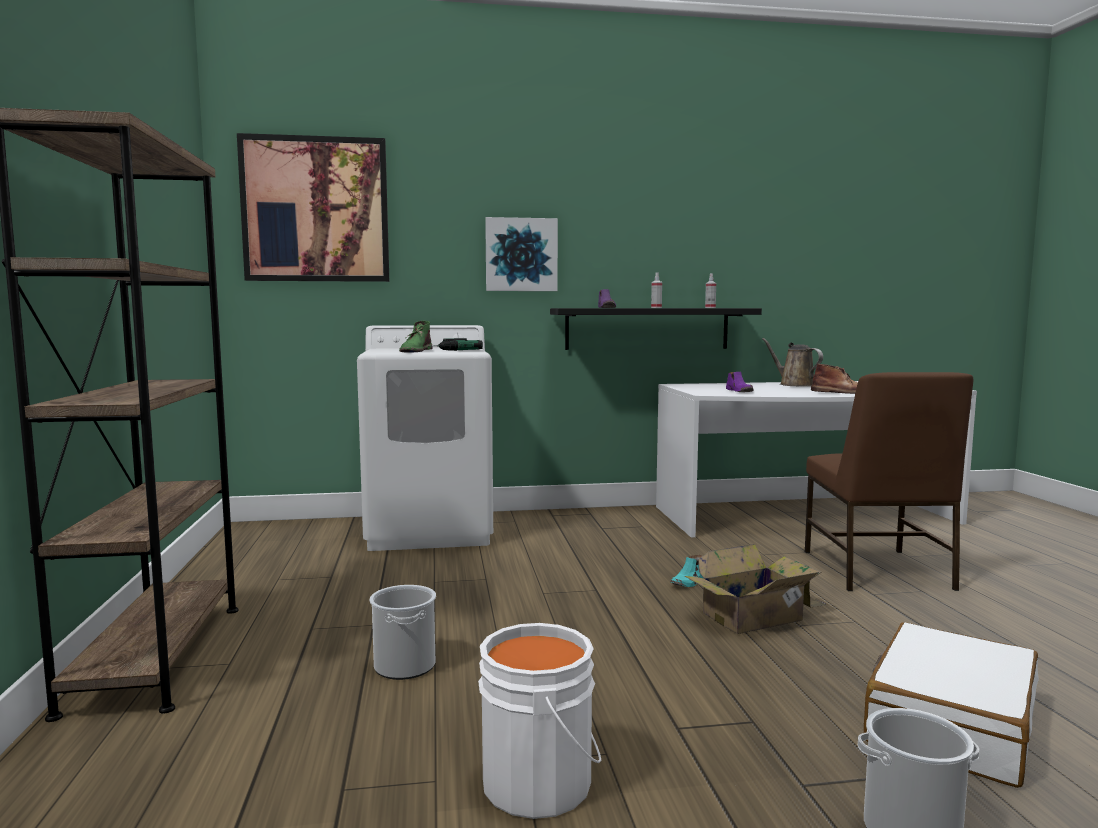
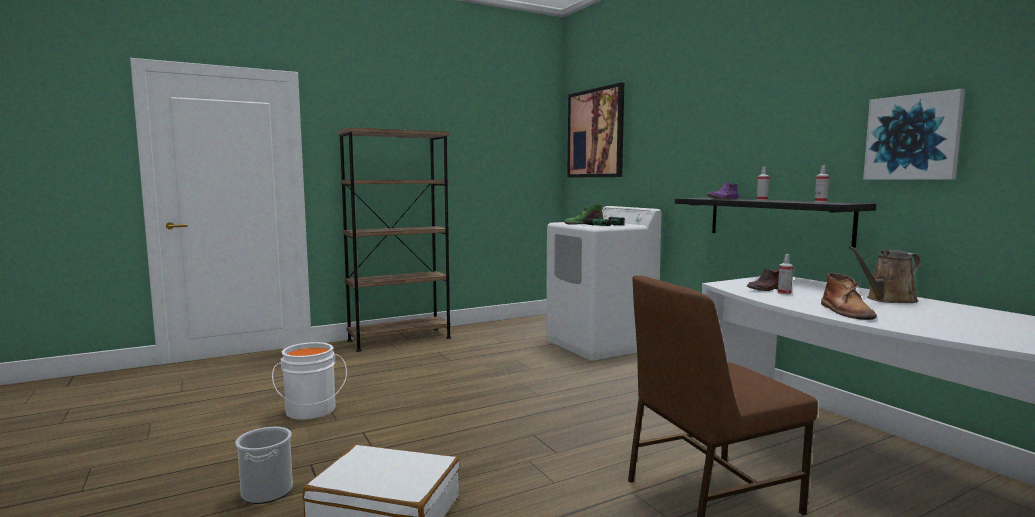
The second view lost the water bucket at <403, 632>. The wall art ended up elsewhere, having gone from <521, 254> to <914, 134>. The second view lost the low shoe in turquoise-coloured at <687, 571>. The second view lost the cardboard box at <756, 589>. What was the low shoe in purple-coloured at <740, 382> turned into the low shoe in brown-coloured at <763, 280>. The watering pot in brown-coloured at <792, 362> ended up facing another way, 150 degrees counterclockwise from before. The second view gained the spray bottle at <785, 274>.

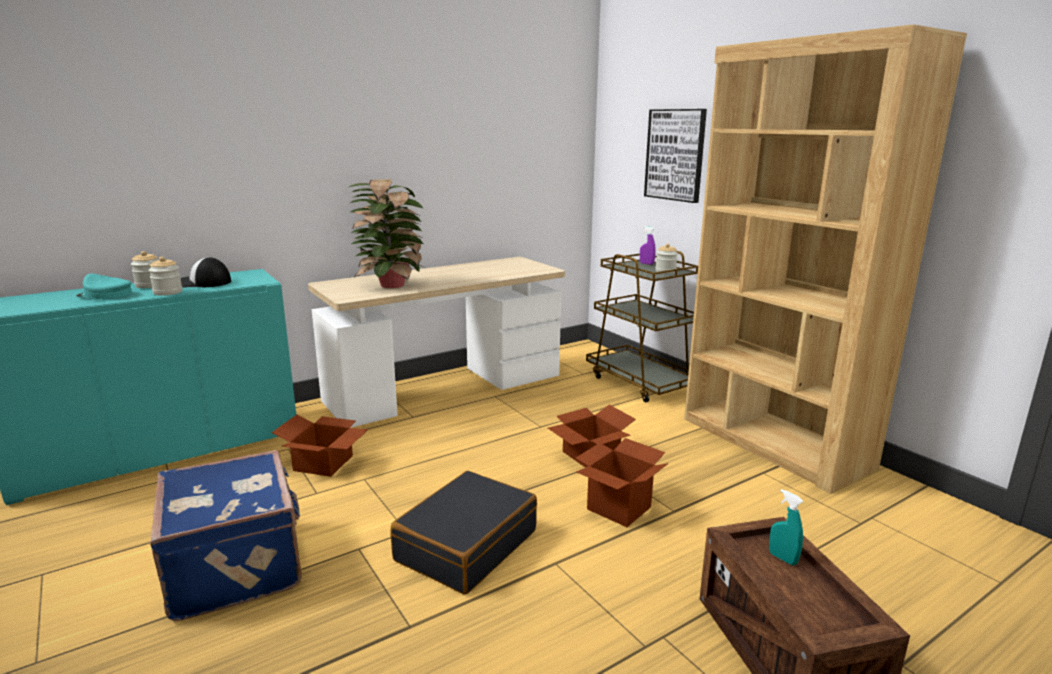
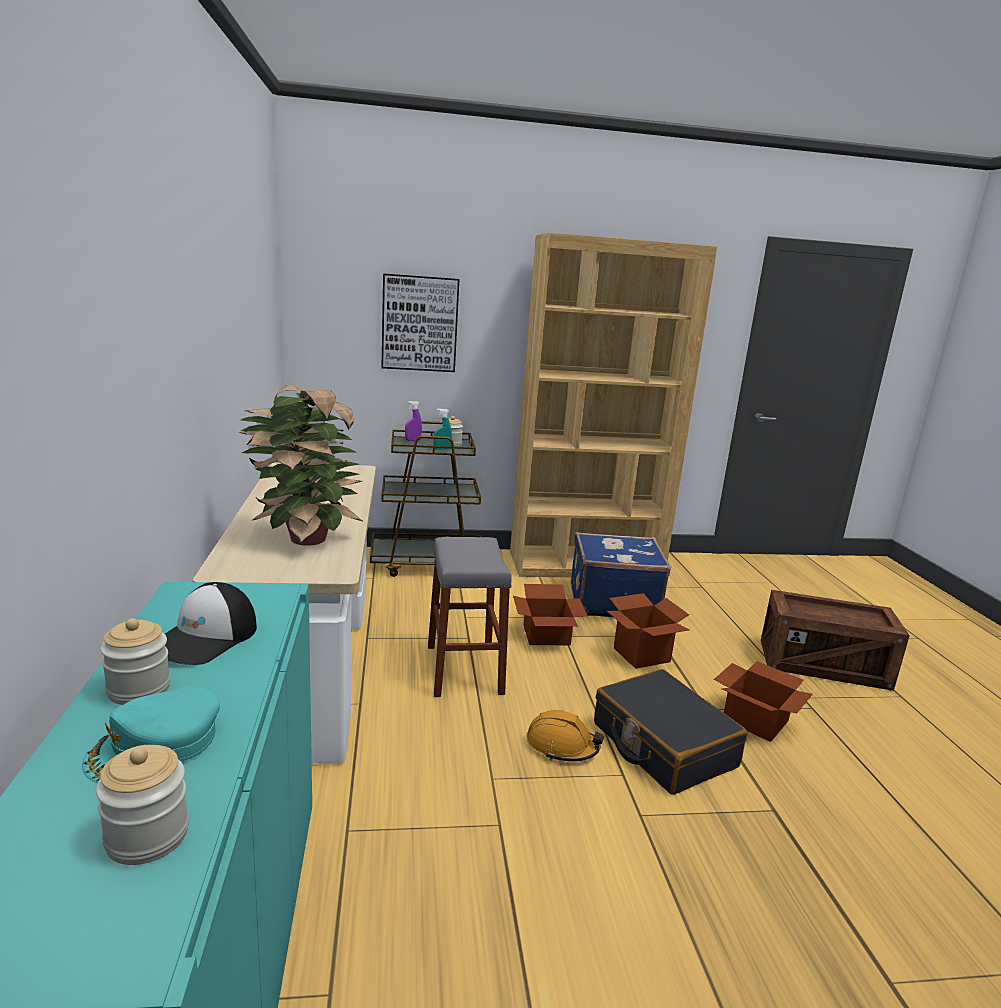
The jar ended up elsewhere, having gone from <166, 276> to <142, 805>. The piece of luggage in blue ended up elsewhere, having gone from <226, 535> to <621, 574>. The cardboard box ended up elsewhere, having gone from <320, 446> to <763, 701>. The spray bottle in turquoise-coloured ended up elsewhere, having gone from <786, 527> to <443, 429>. The second view gained the stool seat in grey at <470, 617>. The second view gained the safety helmet in orangey at <565, 736>.

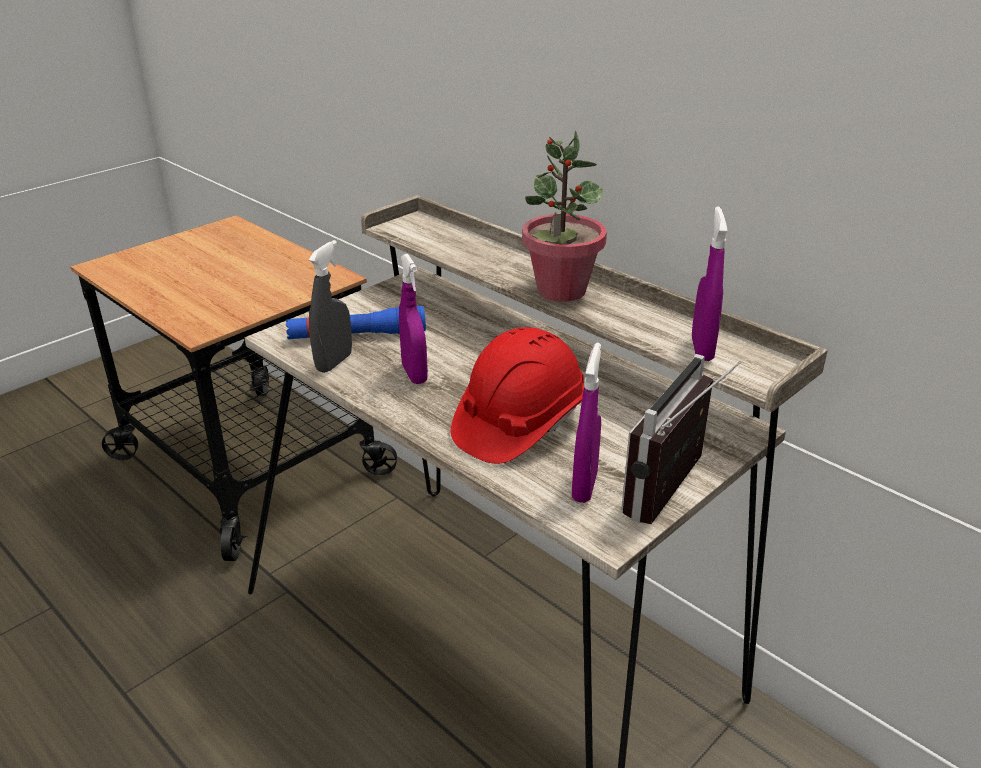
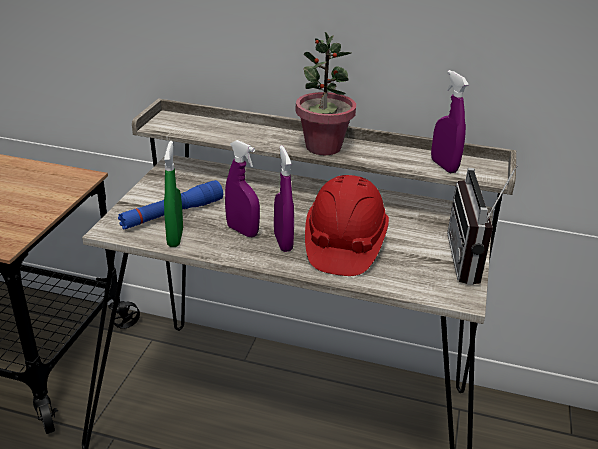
What was the spray bottle in grey at <330, 306> turned into the spray bottle in green-coloured at <173, 194>. The spray bottle in purple-coloured ended up elsewhere, having gone from <586, 423> to <284, 199>.

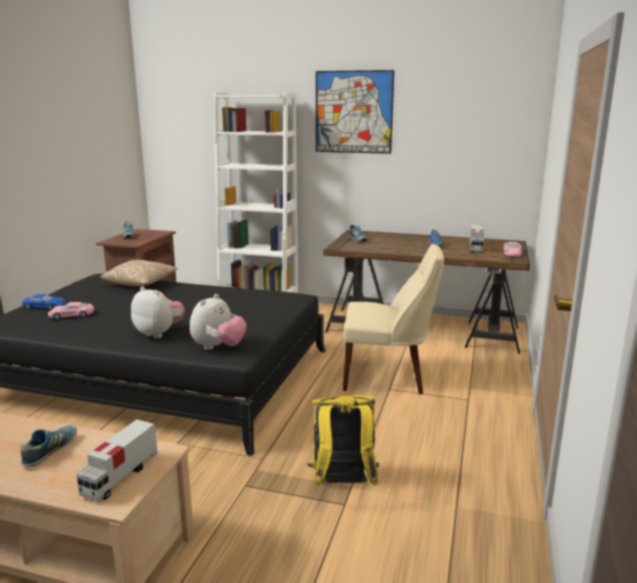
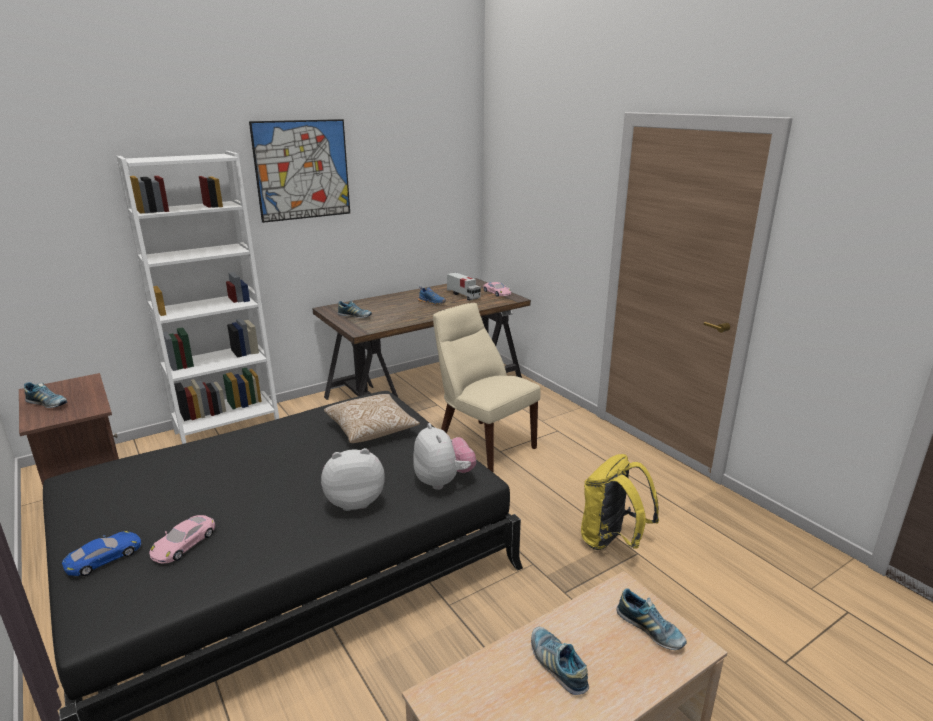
Where the toy truck stood at <117, 460>, the low shoe came to stand at <651, 619>. The cushion ended up elsewhere, having gone from <139, 273> to <372, 418>. The upright chair in sand-coloured at <393, 319> ended up facing another way, 90 degrees counterclockwise from before.

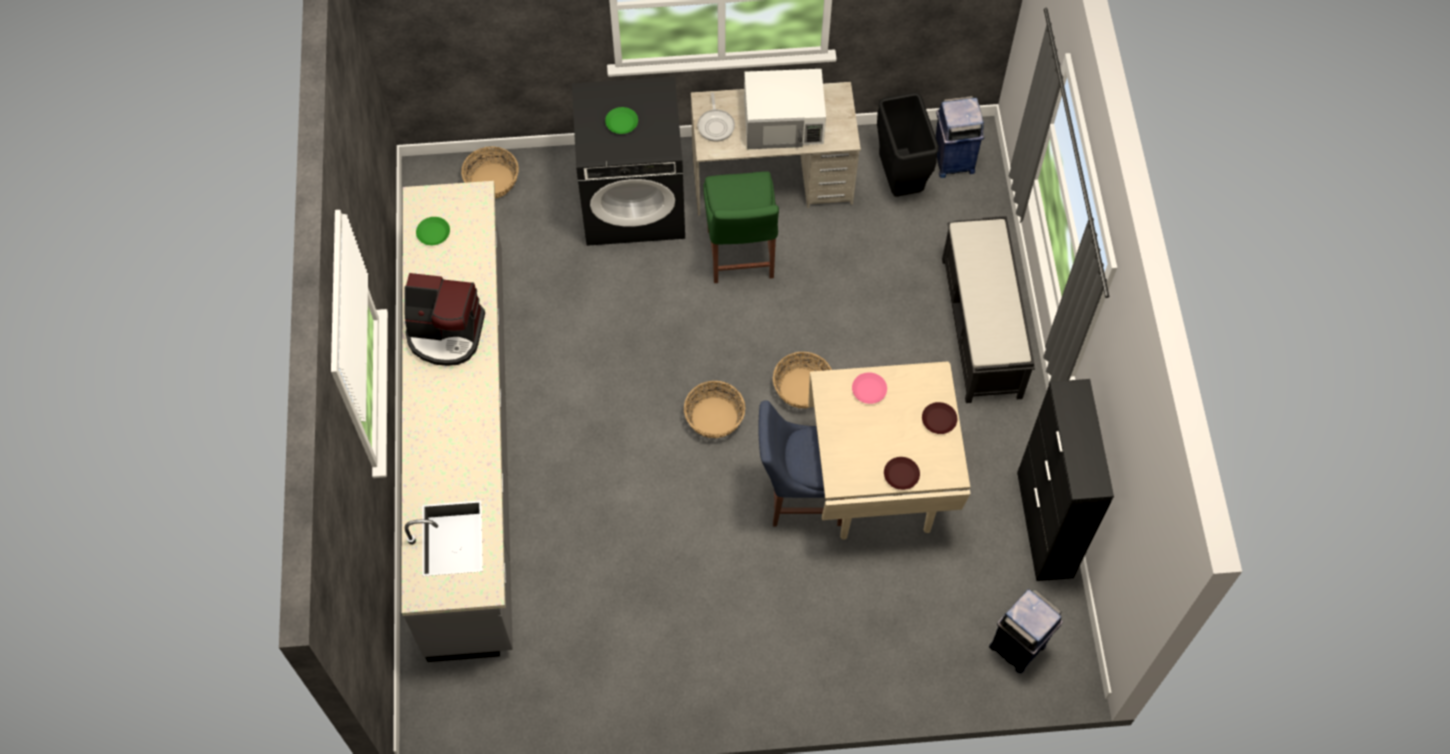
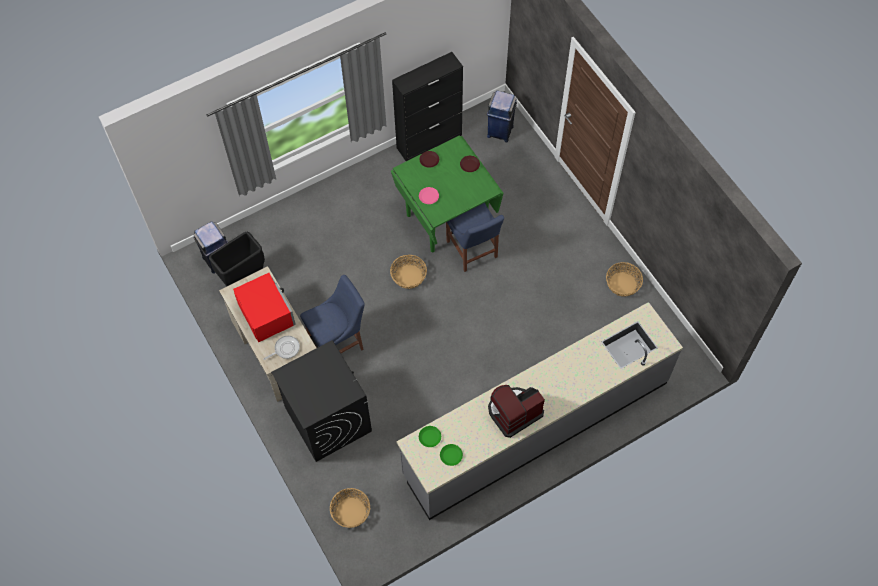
The coffee maker at <444, 319> ended up facing another way, 105 degrees counterclockwise from before. The plate in green-coloured ended up elsewhere, having gone from <621, 120> to <430, 436>. The storage basket ended up elsewhere, having gone from <714, 409> to <624, 279>. What was the upright chair in green-coloured at <741, 227> turned into the upright chair in blue at <332, 314>. What was the kitchen microwave in white at <785, 109> turned into the kitchen microwave in reddish at <264, 307>. What was the dining table in sand-coloured at <889, 450> turned into the dining table in green-coloured at <447, 193>. The second view lost the bench in black-coloured at <988, 309>.

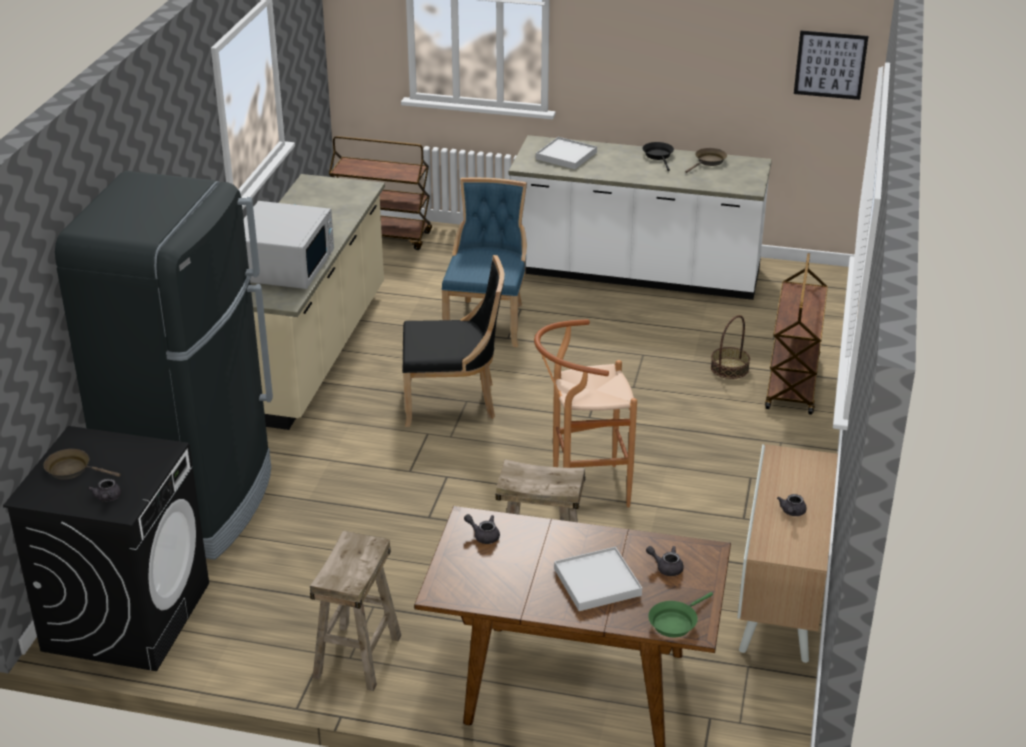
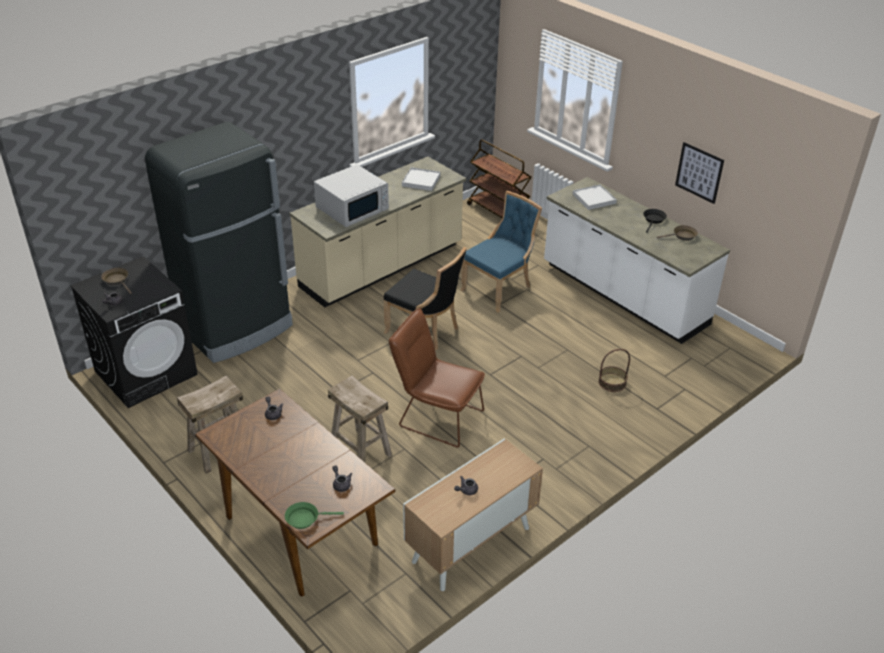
Where the stool seat in brown-coloured stood at <585, 413>, the upright chair in brown-coloured came to stand at <437, 377>. The tray in white ended up elsewhere, having gone from <598, 579> to <421, 179>. The second view lost the cart in brown-coloured at <796, 334>. The wall art ended up elsewhere, having gone from <831, 65> to <699, 173>.

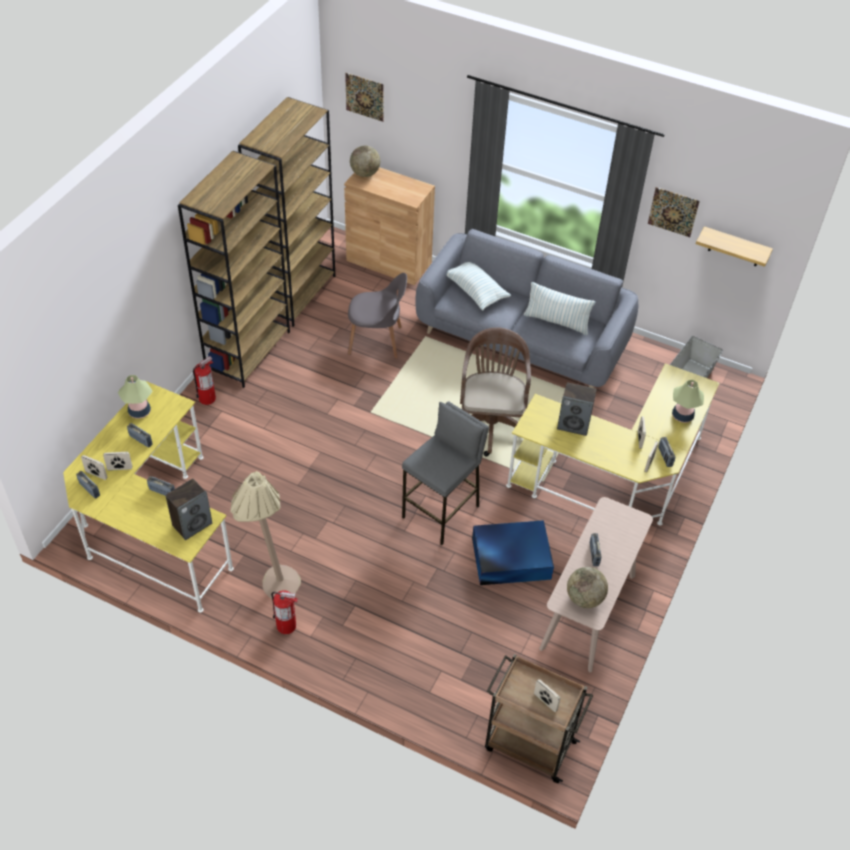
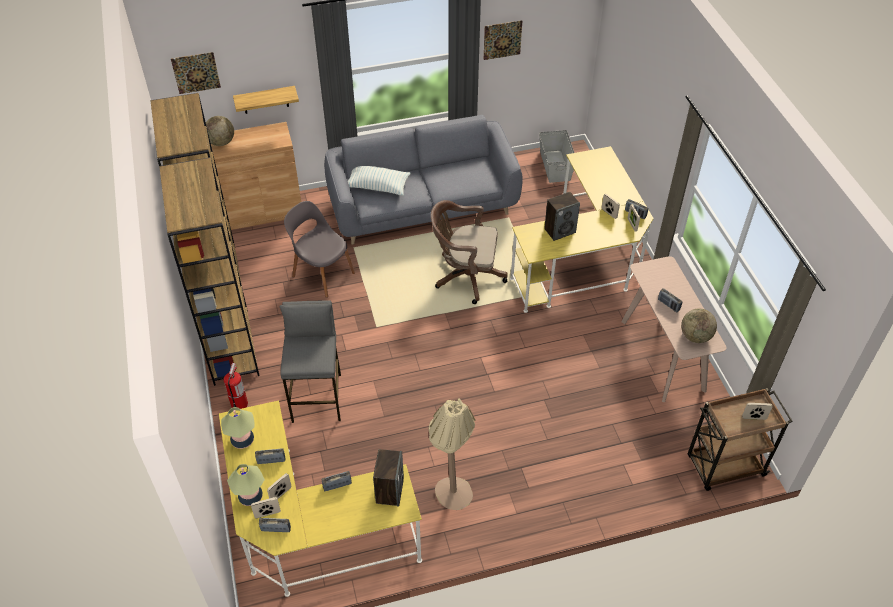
The second view lost the fire-fighting cylinder at <284, 612>. The upright chair in grey at <377, 316> ended up facing another way, 105 degrees counterclockwise from before. The stool seat in grey ended up elsewhere, having gone from <445, 473> to <310, 361>. The desk chair in brown-coloured at <495, 392> ended up facing another way, 45 degrees counterclockwise from before. The second view lost the storage bin in blue at <513, 552>. The second view lost the cushion at <560, 308>. The lamp for a table ended up elsewhere, having gone from <688, 401> to <246, 485>. The shelf ended up elsewhere, having gone from <734, 246> to <266, 100>.

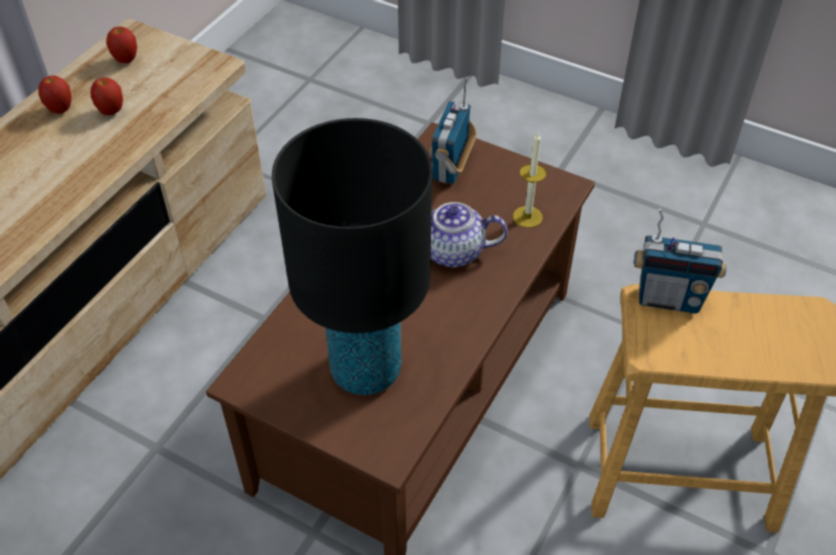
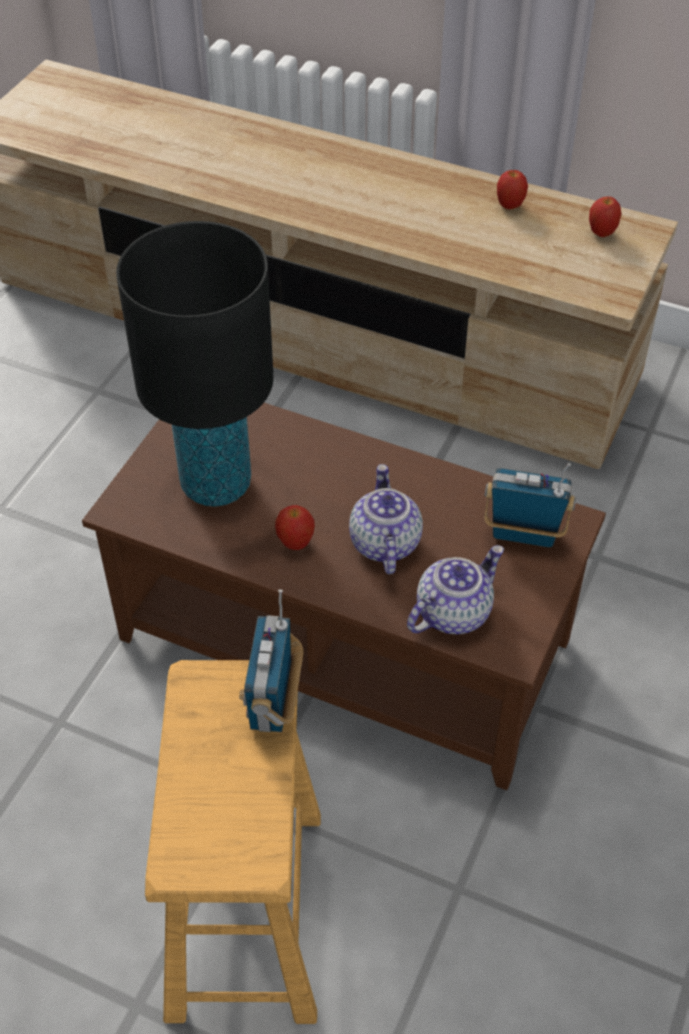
The apple fruit ended up elsewhere, having gone from <106, 96> to <295, 527>. Where the wax light stood at <529, 180>, the pot for tea came to stand at <455, 589>.

